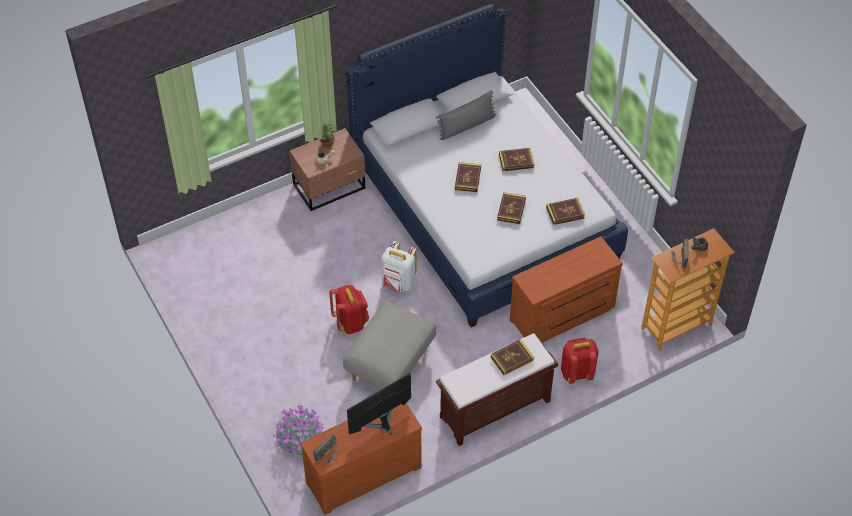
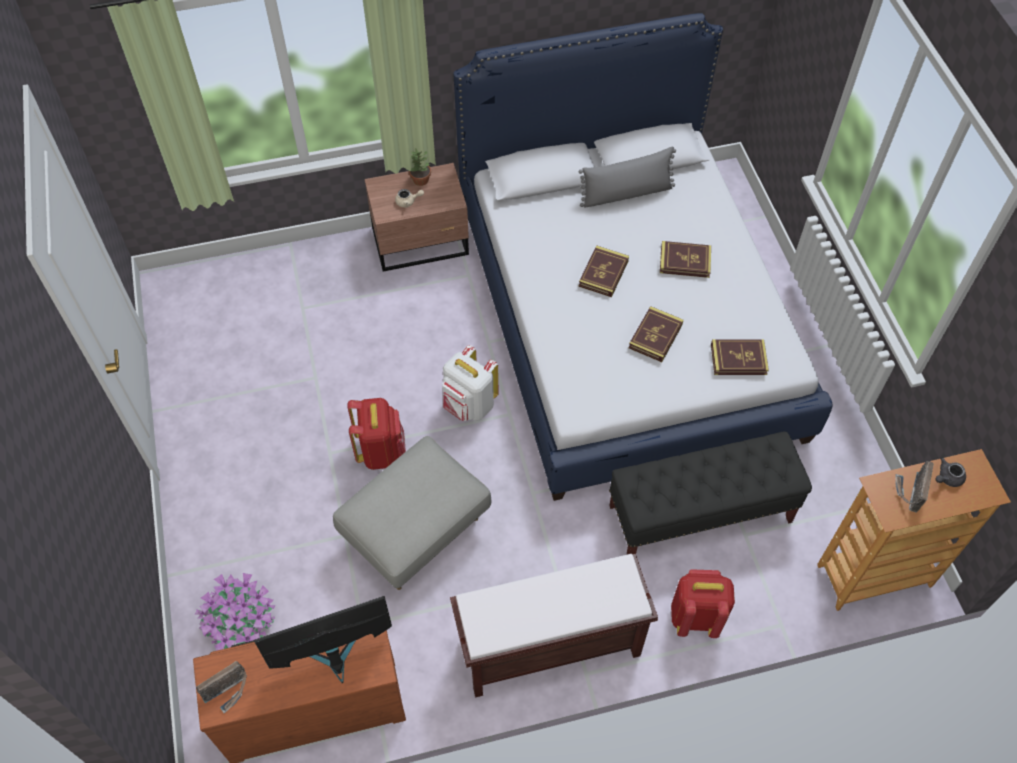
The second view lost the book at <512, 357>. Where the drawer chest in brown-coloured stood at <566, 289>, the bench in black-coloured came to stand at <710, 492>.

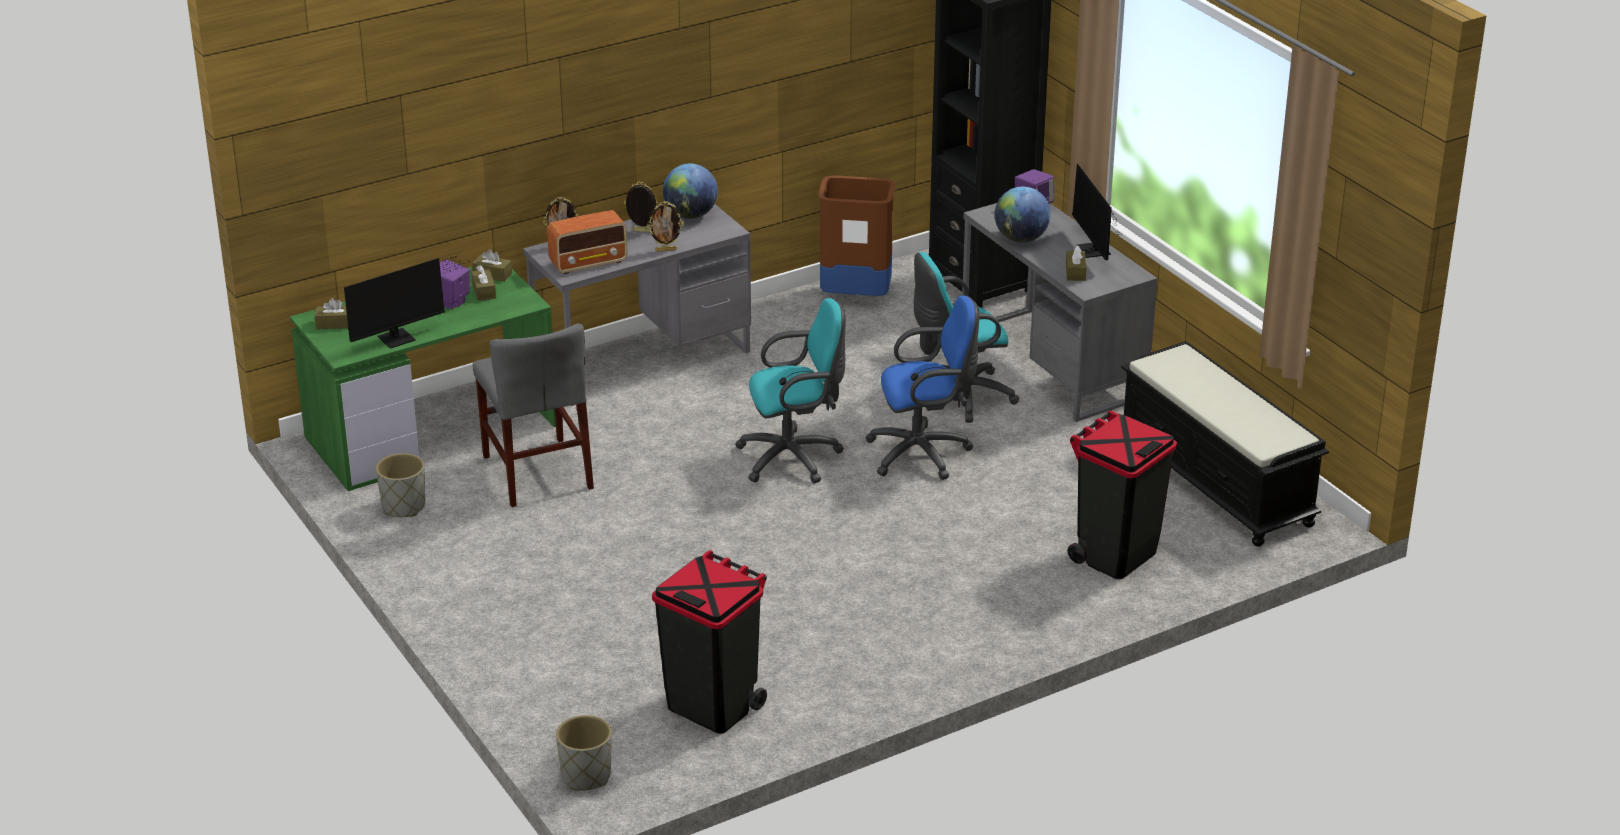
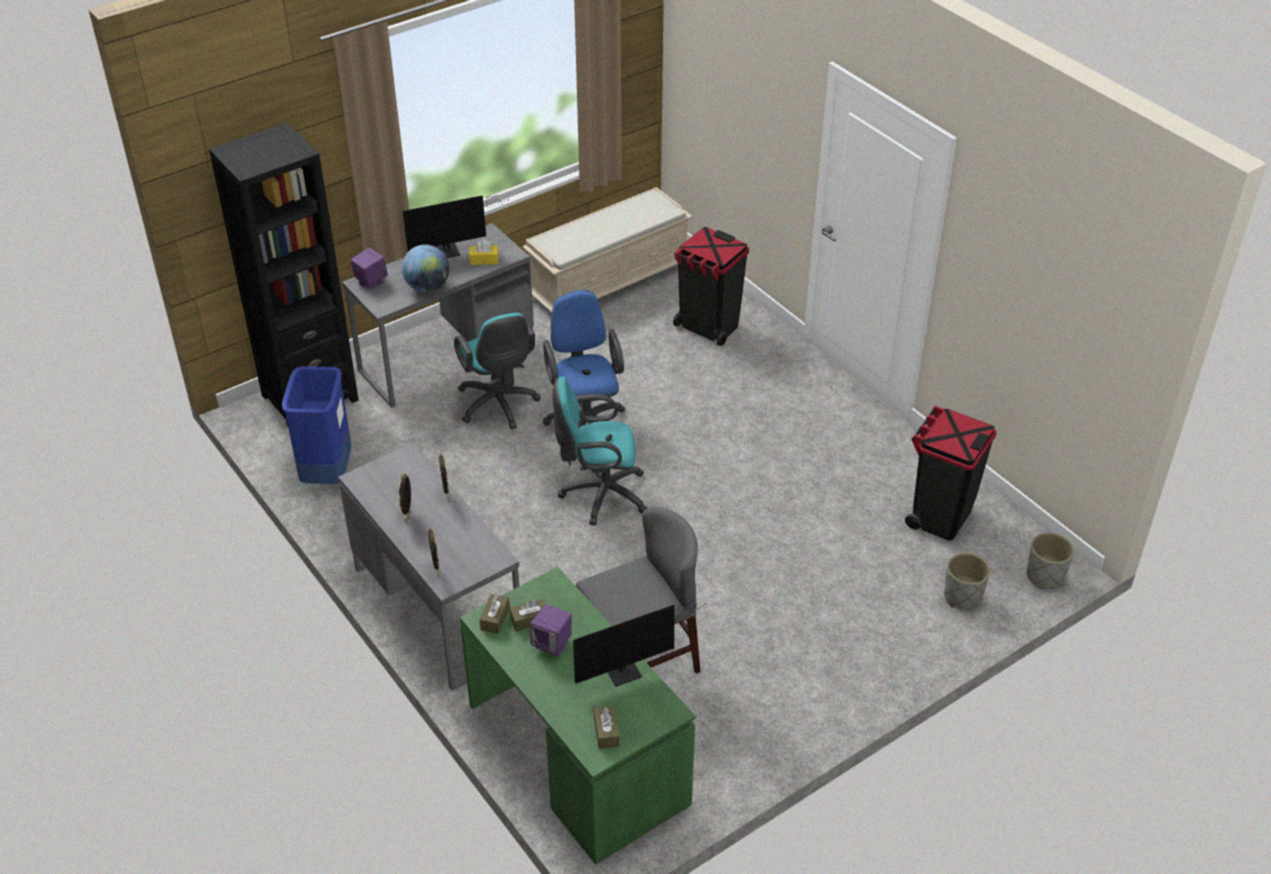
The computer screen at <407, 302> ended up facing another way, 105 degrees clockwise from before. The plant pot in grey ended up elsewhere, having gone from <400, 485> to <967, 581>. The second view lost the radio at <587, 242>. The second view lost the world globe at <690, 191>. The desk chair in turquoise-coloured at <790, 390> ended up facing another way, 75 degrees counterclockwise from before. What was the trash can in brown-coloured at <857, 236> turned into the trash can in blue at <317, 425>. What was the tissue holder in brown-coloured at <1076, 263> turned into the tissue holder in yellowish at <484, 252>. What was the bench in black-coloured at <1225, 443> turned into the bench in sand-coloured at <607, 250>.

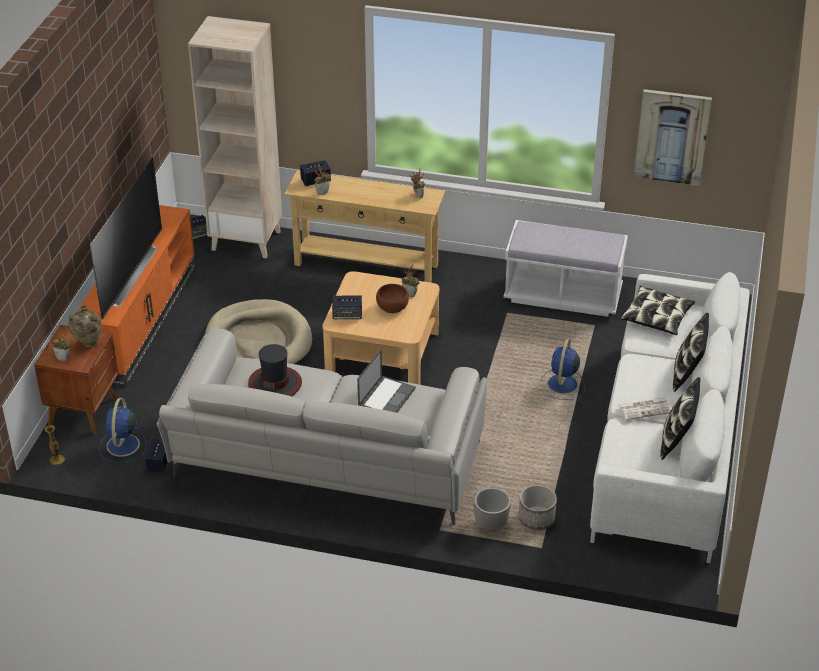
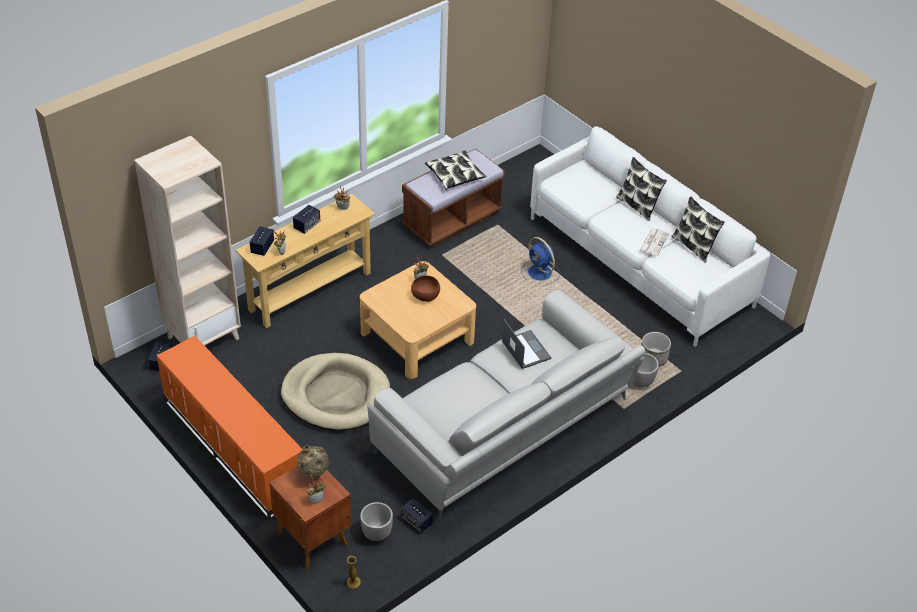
The second view lost the television at <126, 238>. Where the fan in blue stood at <123, 430>, the plant pot came to stand at <376, 521>. The second view lost the clothing hat at <275, 370>. The loudspeaker ended up elsewhere, having gone from <347, 308> to <306, 219>. What was the bench in white at <565, 268> turned into the bench in brown-coloured at <453, 198>. The cushion ended up elsewhere, having gone from <658, 310> to <456, 170>. The second view lost the wall art at <673, 137>.

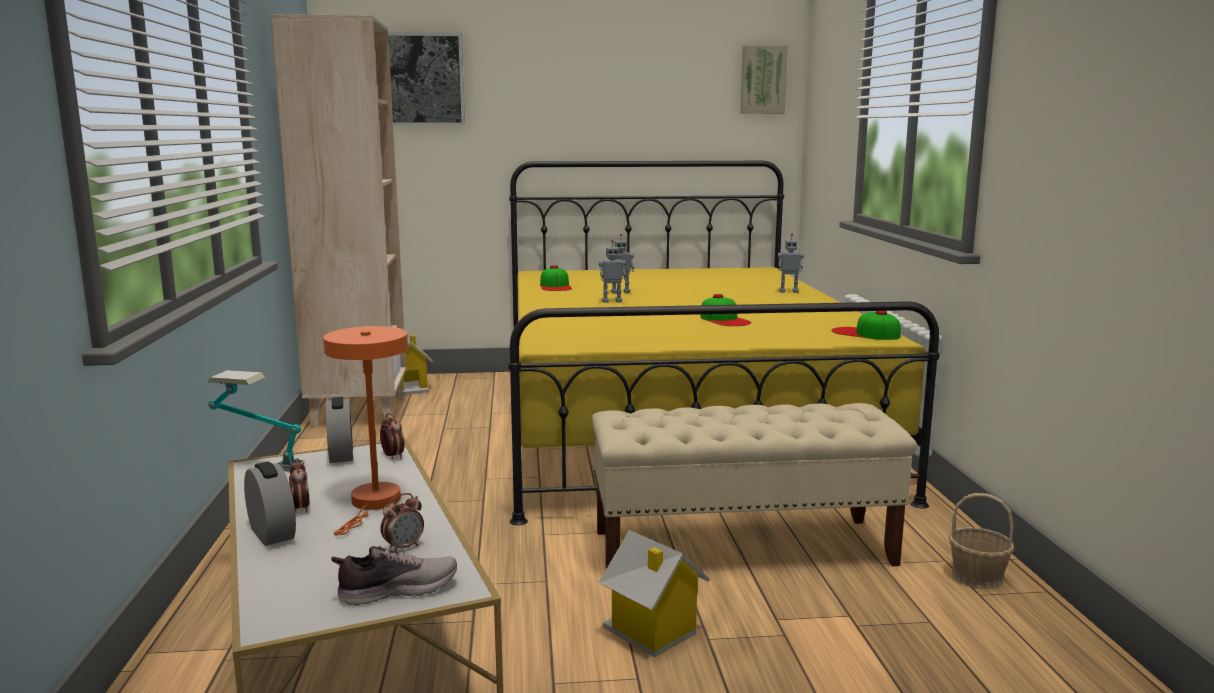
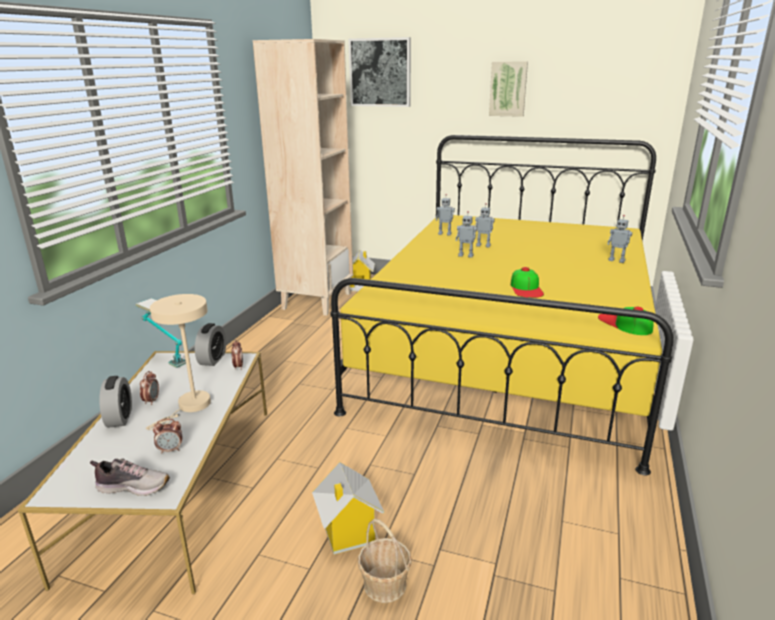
What was the lamp for a table in orangey at <365, 430> turned into the lamp for a table in sand-coloured at <178, 362>. Where the cap stood at <556, 278>, the robot figure came to stand at <445, 215>. The second view lost the bench in sand-coloured at <754, 486>. The wall art ended up elsewhere, having gone from <764, 79> to <508, 89>. The storage basket ended up elsewhere, having gone from <982, 541> to <385, 561>.

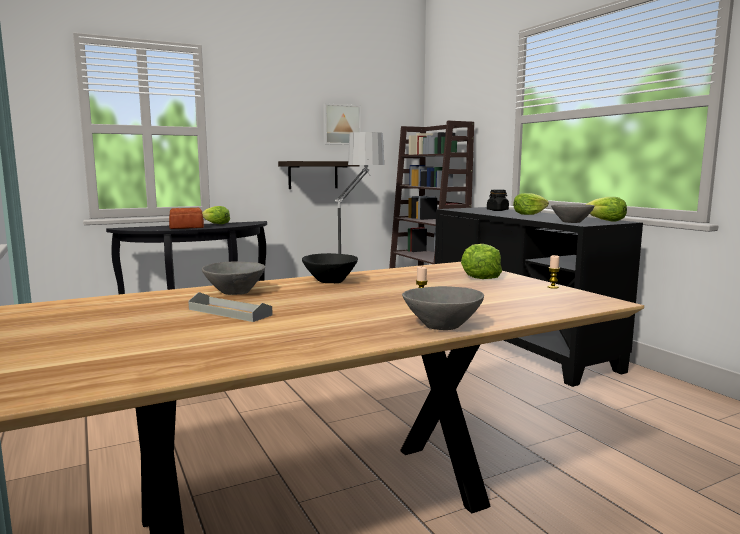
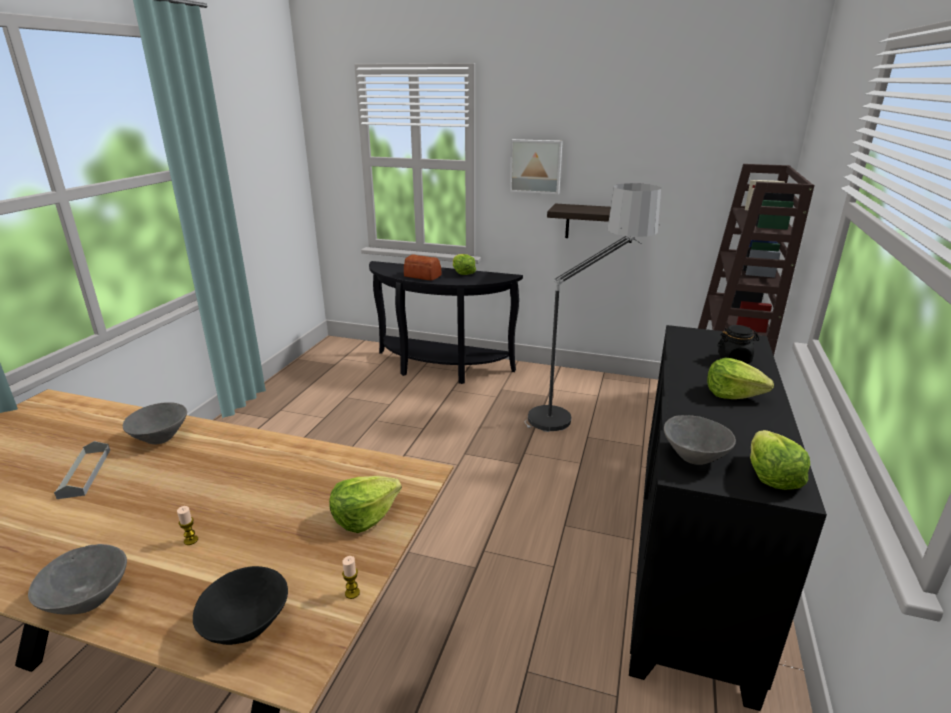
The bowl in black-coloured ended up elsewhere, having gone from <330, 268> to <240, 605>. The wall art ended up elsewhere, having gone from <342, 124> to <536, 166>.

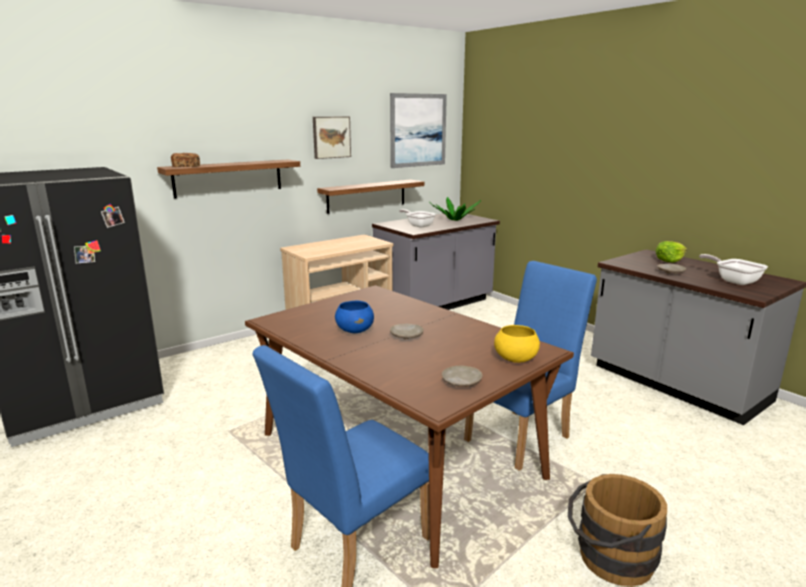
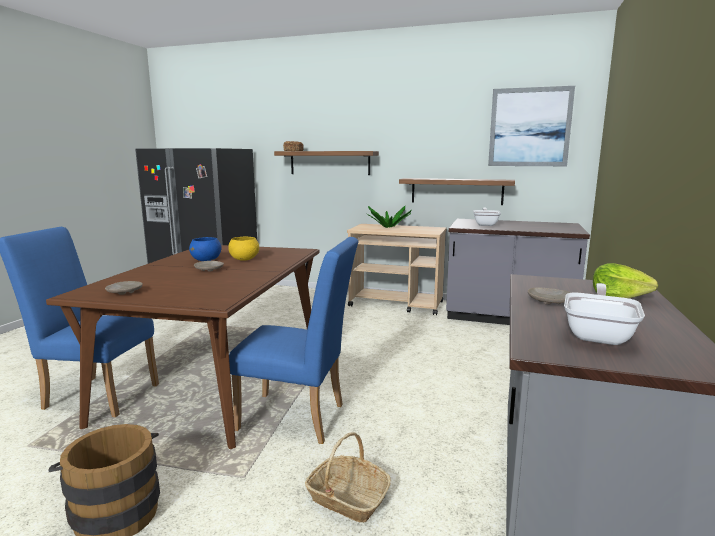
The second view lost the wall art at <332, 137>. The houseplant ended up elsewhere, having gone from <455, 209> to <389, 217>. The bowl in yellowish ended up elsewhere, having gone from <517, 344> to <243, 248>. The second view gained the storage basket at <348, 477>.

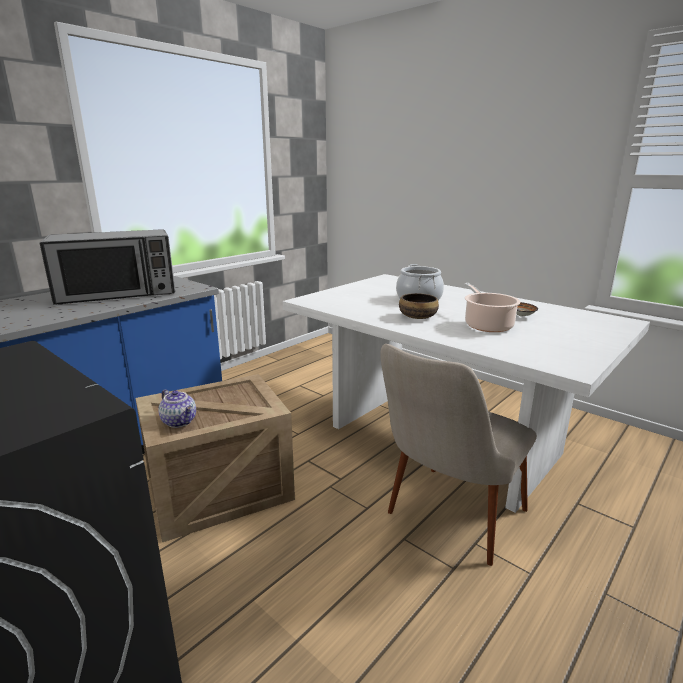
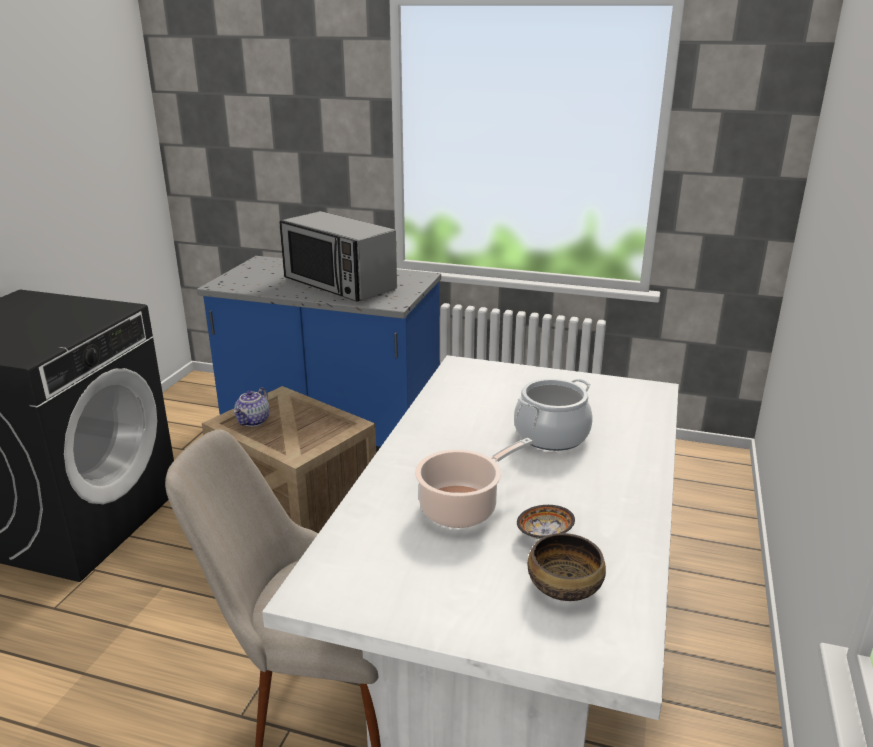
The bowl ended up elsewhere, having gone from <419, 306> to <567, 567>.

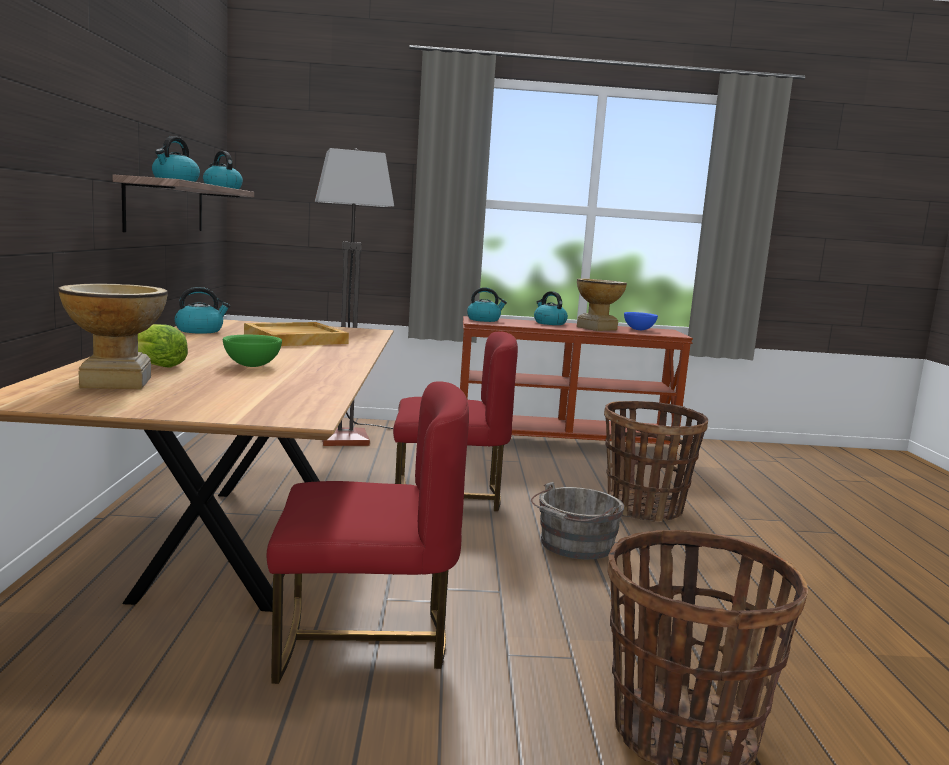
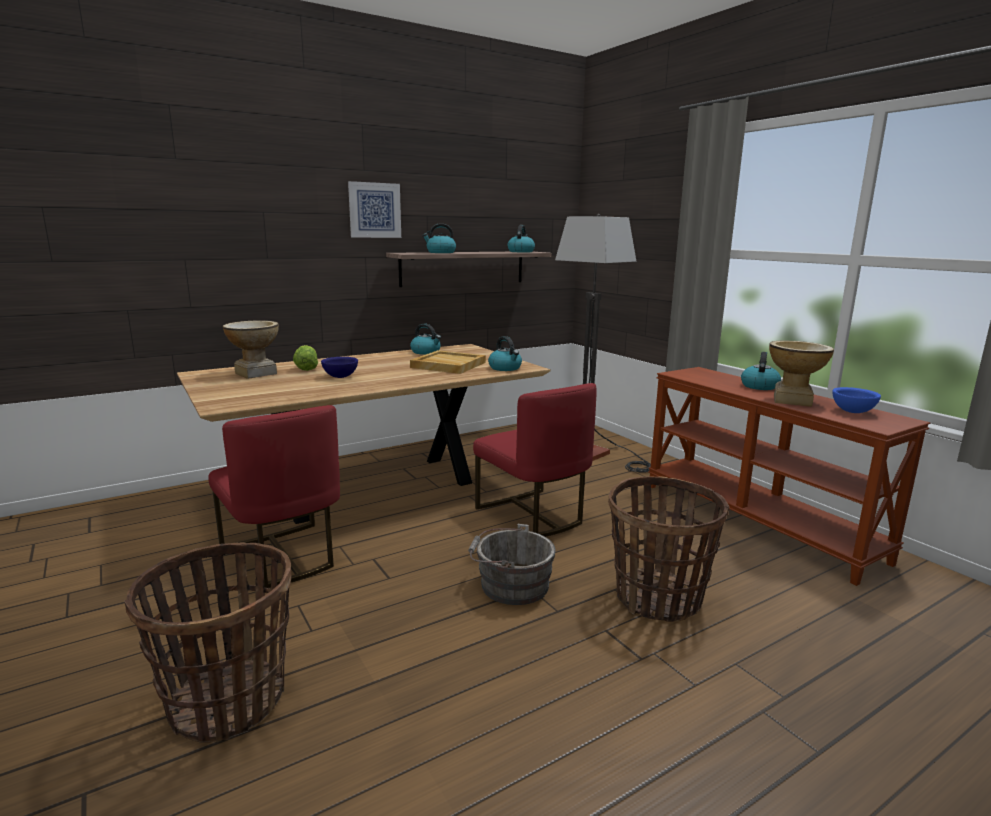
What was the bowl in green-coloured at <252, 351> turned into the bowl in blue at <339, 367>. The water kettle ended up elsewhere, having gone from <487, 305> to <505, 353>. The second view gained the wall art at <374, 209>.

